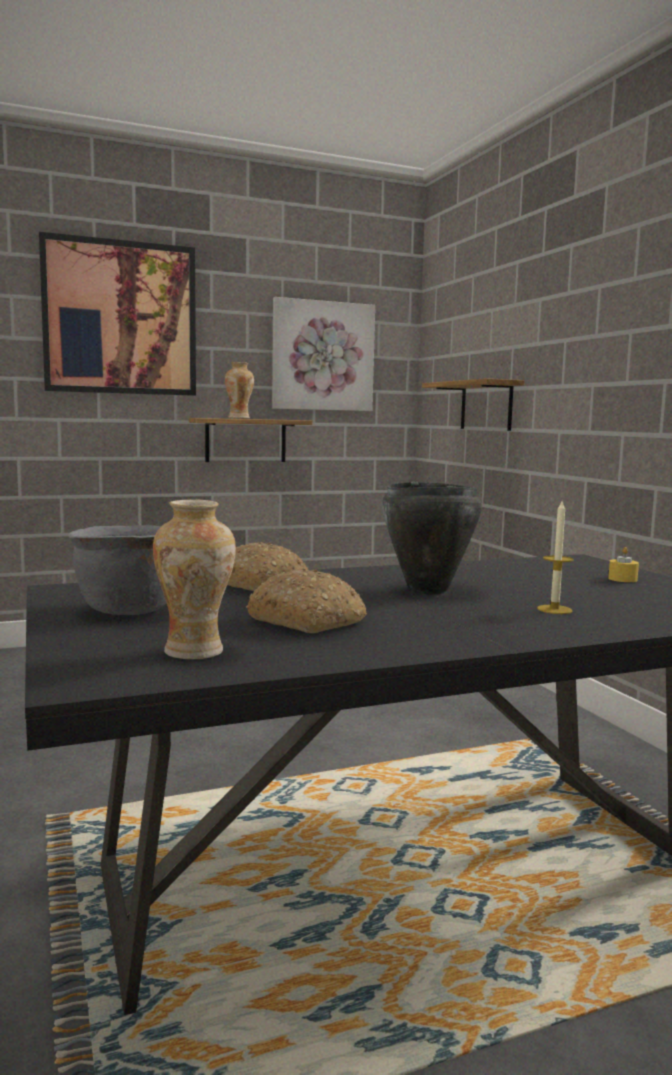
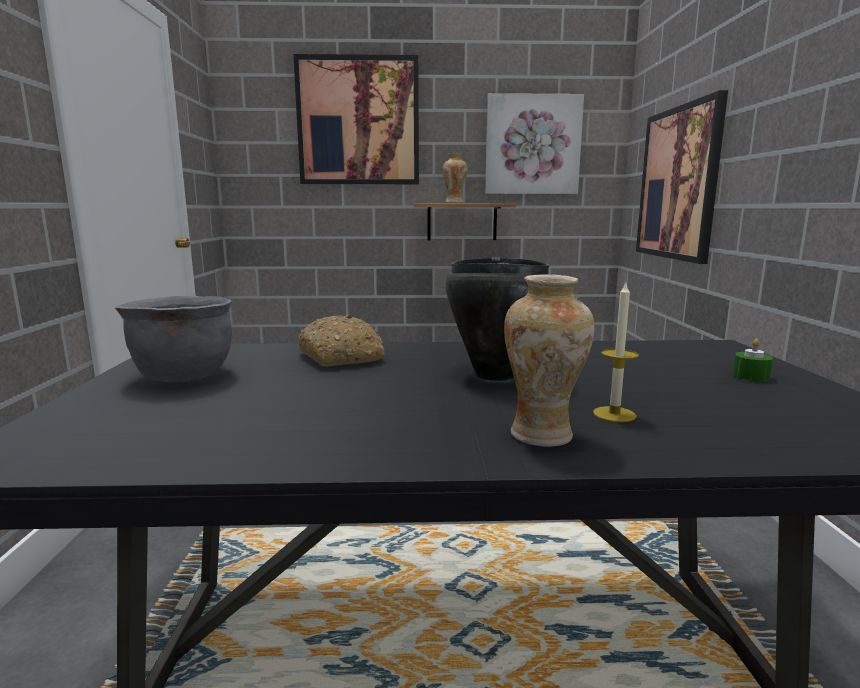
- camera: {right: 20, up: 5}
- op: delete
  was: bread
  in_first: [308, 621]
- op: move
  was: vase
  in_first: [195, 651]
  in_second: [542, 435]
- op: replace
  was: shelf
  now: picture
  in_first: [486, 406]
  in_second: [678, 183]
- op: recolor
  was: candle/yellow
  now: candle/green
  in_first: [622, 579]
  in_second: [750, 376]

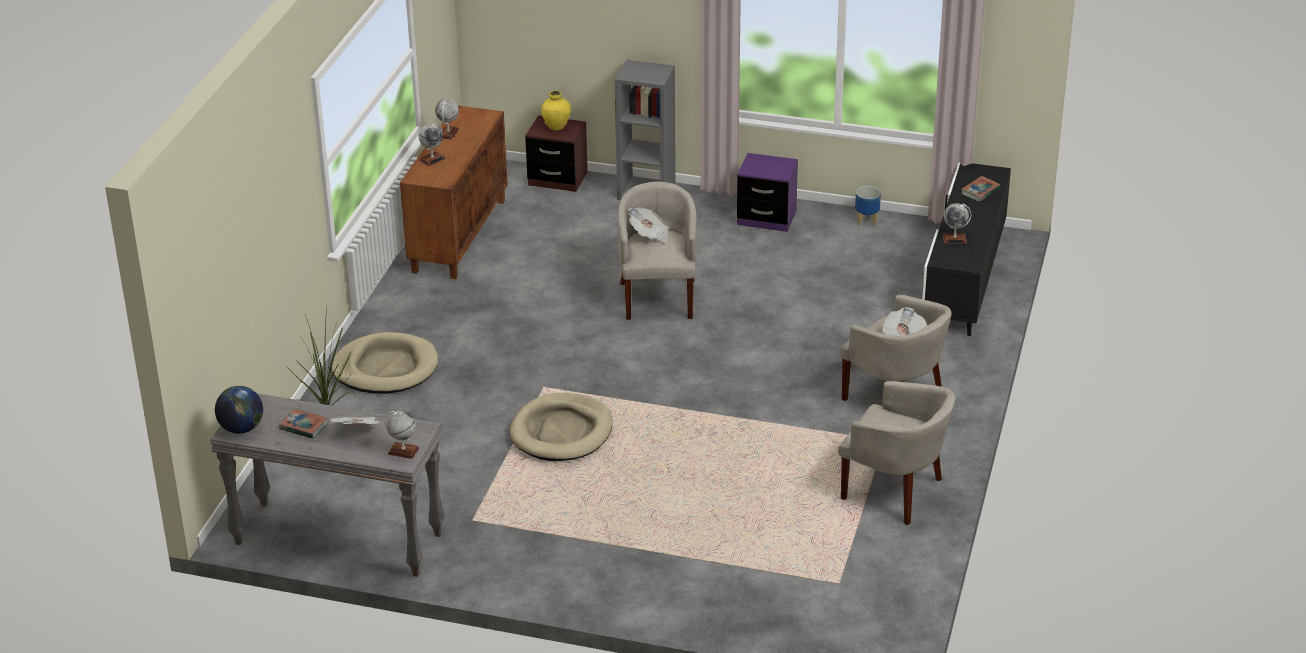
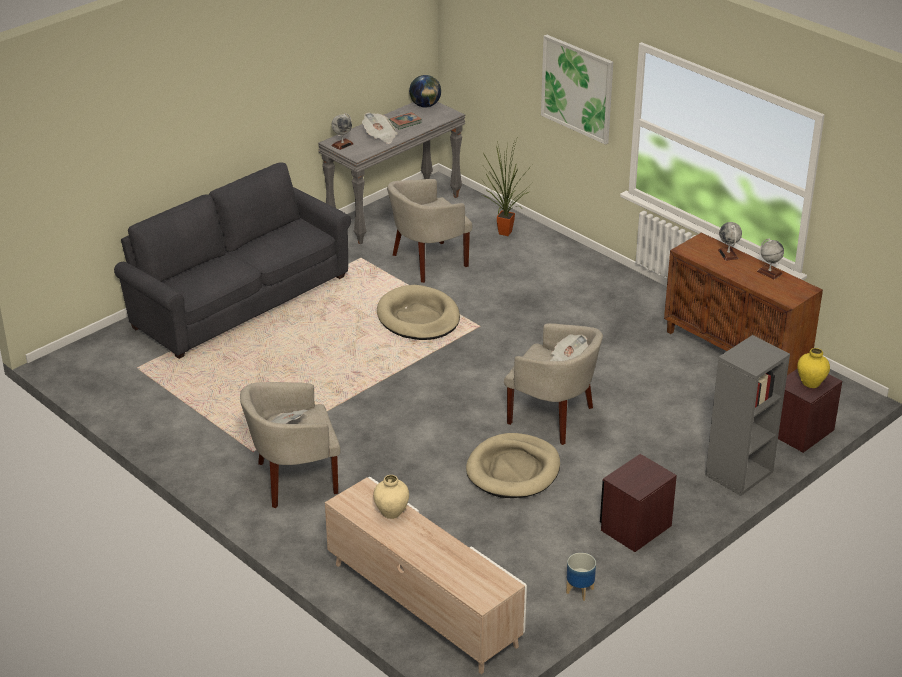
- camera: {right: 120, up: 0}
- op: delete
  was: book
  in_first: [980, 191]
- op: insert
  now: sofa/grey
  in_second: [237, 299]
- op: insert
  now: picture
  in_second: [577, 88]
- op: move
  was: dog bed/beige
  in_first: [385, 368]
  in_second: [513, 470]
- op: move
  was: armchair/beige
  in_first: [895, 492]
  in_second: [427, 262]
- op: replace
  was: globe
  now: vase/beige
  in_first: [954, 239]
  in_second: [391, 512]
- op: recolor
  was: nightstand/purple
  now: nightstand/brown
  in_first: [766, 218]
  in_second: [635, 528]
- op: recolor
  was: tv stand/black
  now: tv stand/beige
  in_first: [963, 280]
  in_second: [424, 605]

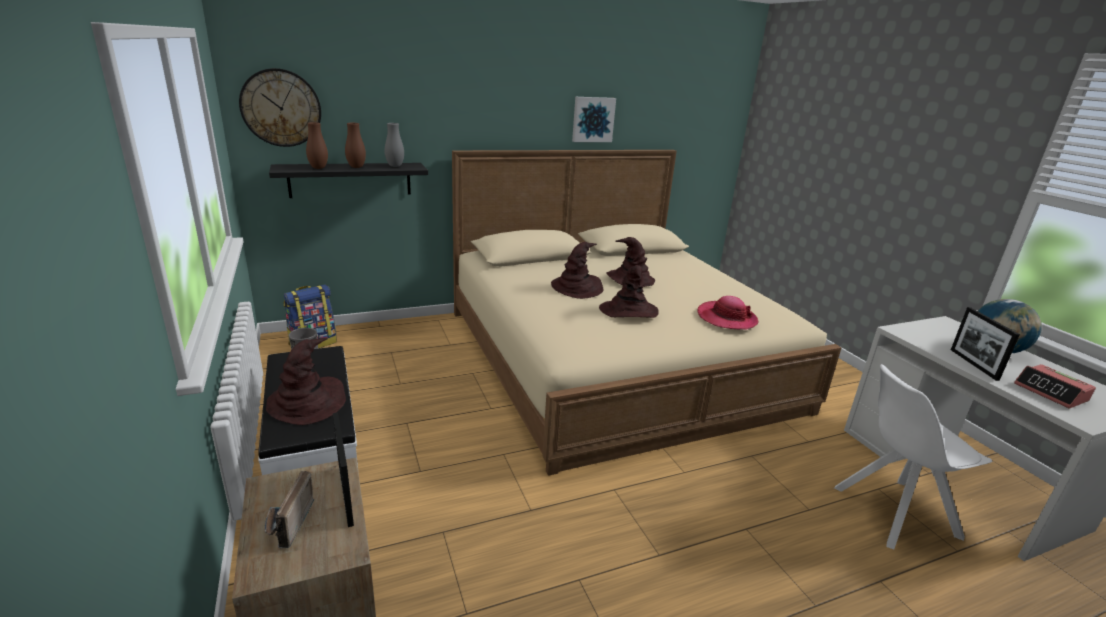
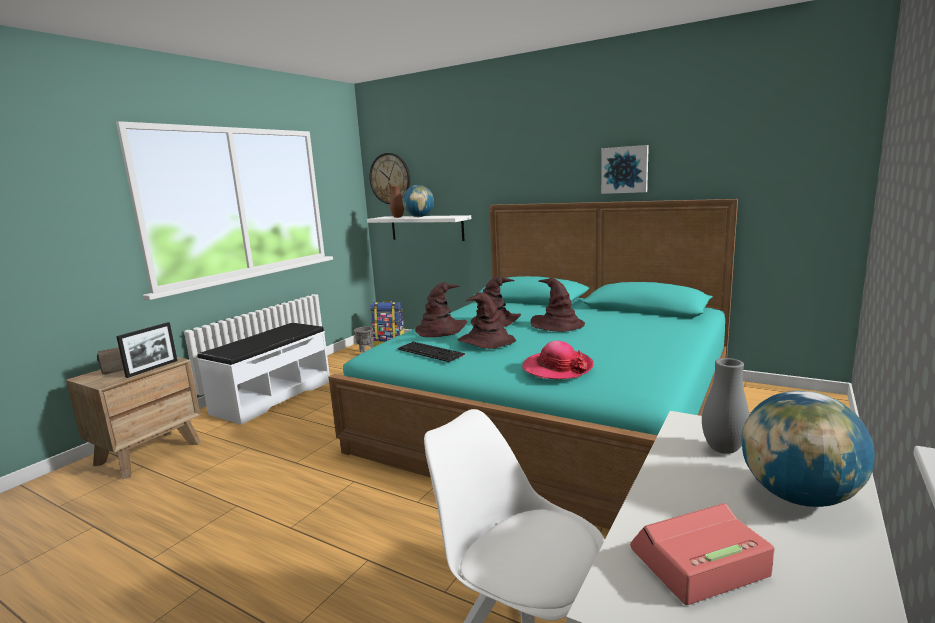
- camera: {right: 55, up: -10}
- op: delete
  was: picture frame
  in_first: [973, 364]
- op: insert
  now: keyboard
  in_second: [431, 352]
- op: move
  was: hat/brown
  in_first: [307, 402]
  in_second: [441, 329]
- op: move
  was: vase/grey
  in_first: [395, 166]
  in_second: [723, 449]
- op: replace
  was: vase/brown
  now: globe
  in_first: [356, 167]
  in_second: [419, 217]
- op: recolor
  was: shelf/black
  now: shelf/white
  in_first: [350, 179]
  in_second: [426, 228]
- op: recolor
  was: bed/beige
  now: bed/turquoise
  in_first: [614, 357]
  in_second: [552, 412]
- op: rotate
  was: alarm clock
  in_first: [1051, 392]
  in_second: [698, 563]
  clockwise: 45

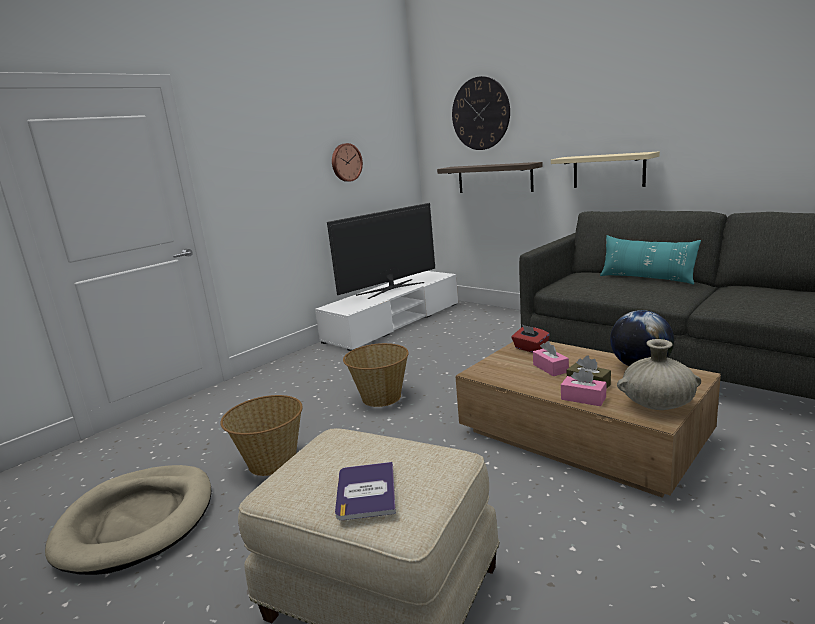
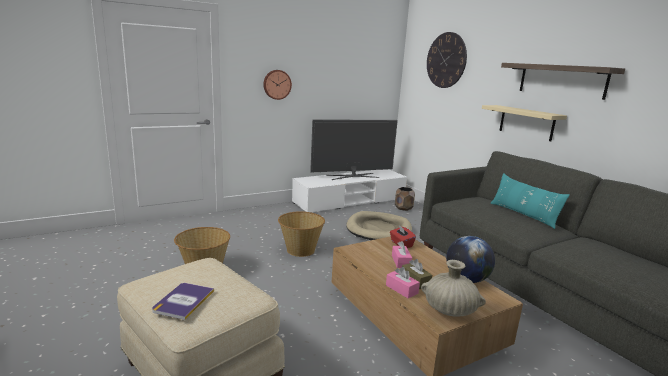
- camera: {right: 15, up: 0}
- op: insert
  now: planter/brown
  in_second: [403, 208]
- op: move
  was: dog bed/beige
  in_first: [137, 521]
  in_second: [379, 230]
- op: move
  was: wall clock
  in_first: [346, 162]
  in_second: [277, 84]
- op: move
  was: shelf
  in_first: [494, 178]
  in_second: [561, 80]

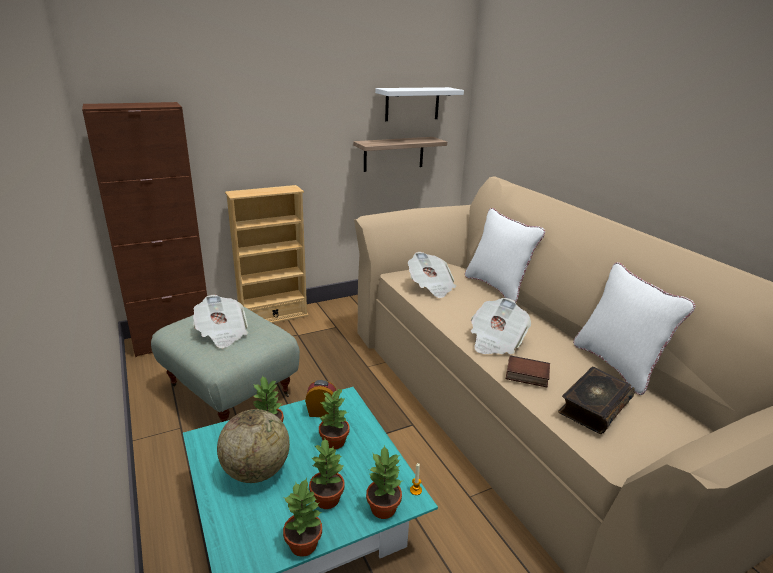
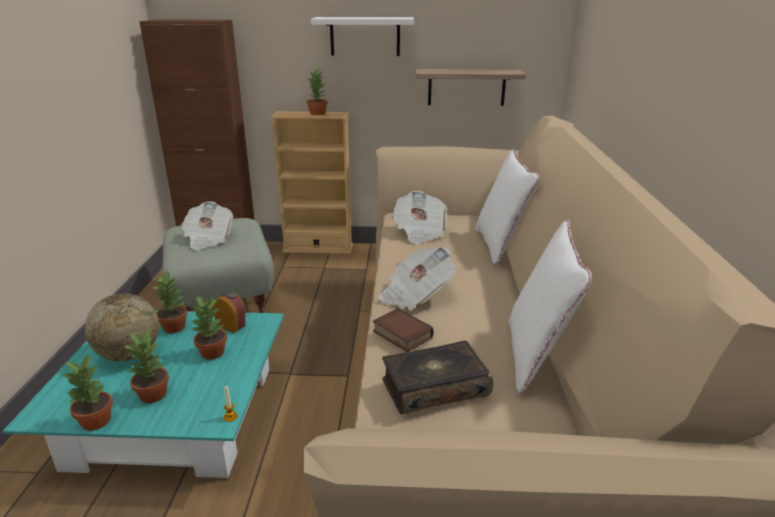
- camera: {right: 30, up: 0}
- op: move
  was: potted plant
  in_first: [384, 508]
  in_second: [318, 113]
- op: move
  was: shelf/white
  in_first: [412, 104]
  in_second: [365, 36]

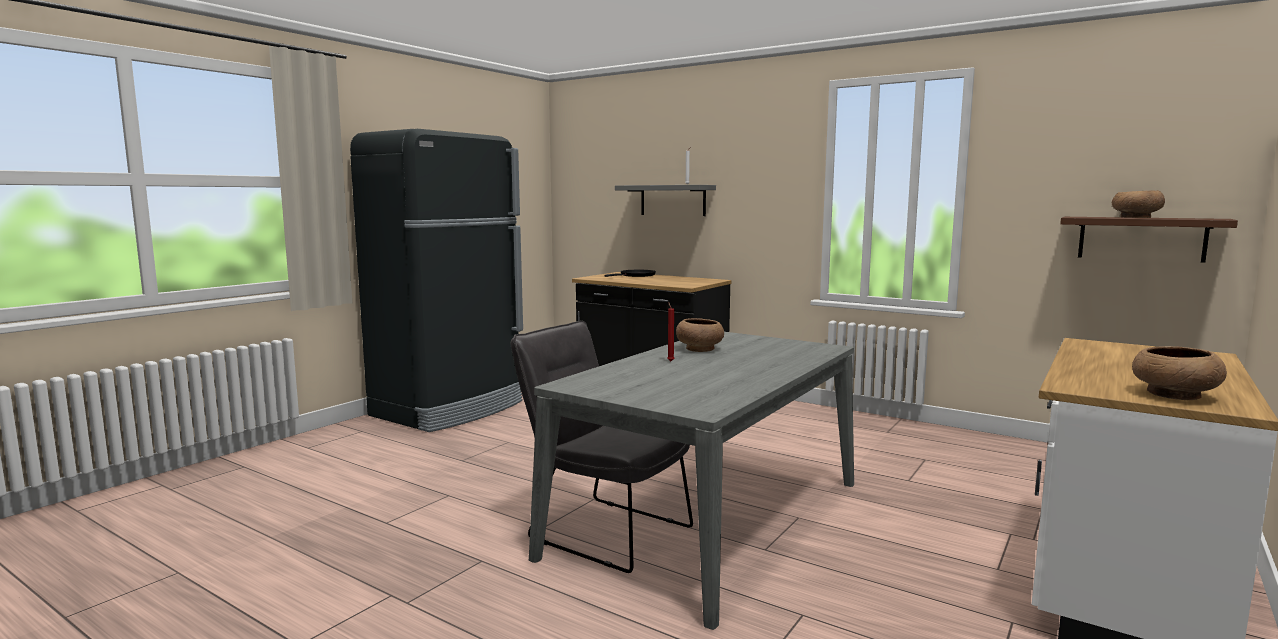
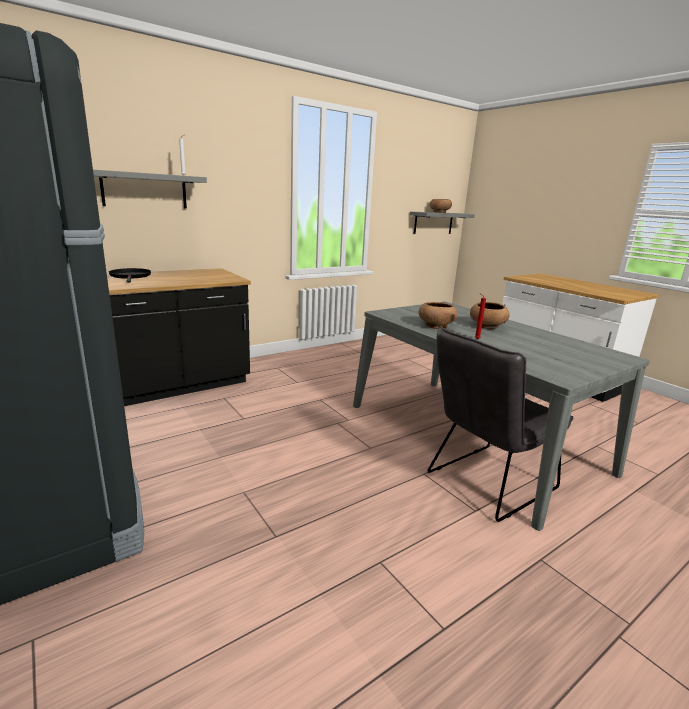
- camera: {right: -70, up: 10}
- op: move
  was: bowl/brown
  in_first: [1173, 395]
  in_second: [487, 326]
- op: recolor
  was: shelf/brown
  now: shelf/grey
  in_first: [1141, 238]
  in_second: [433, 223]

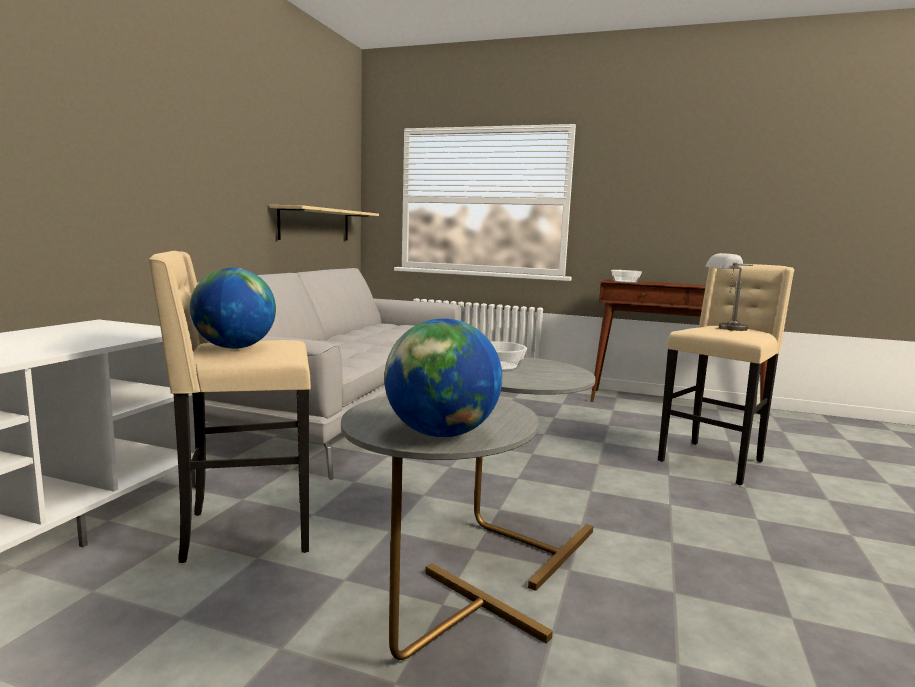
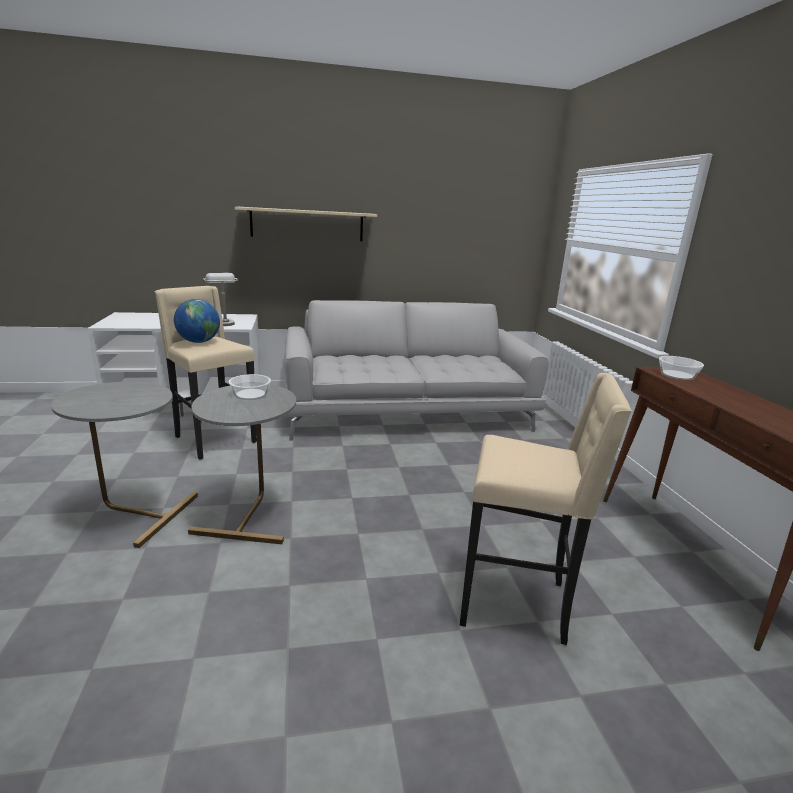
- camera: {right: 60, up: 10}
- op: delete
  was: globe
  in_first: [441, 434]
- op: move
  was: shelf/beige
  in_first: [315, 224]
  in_second: [307, 224]
- op: move
  was: table lamp/grey
  in_first: [724, 328]
  in_second: [223, 322]

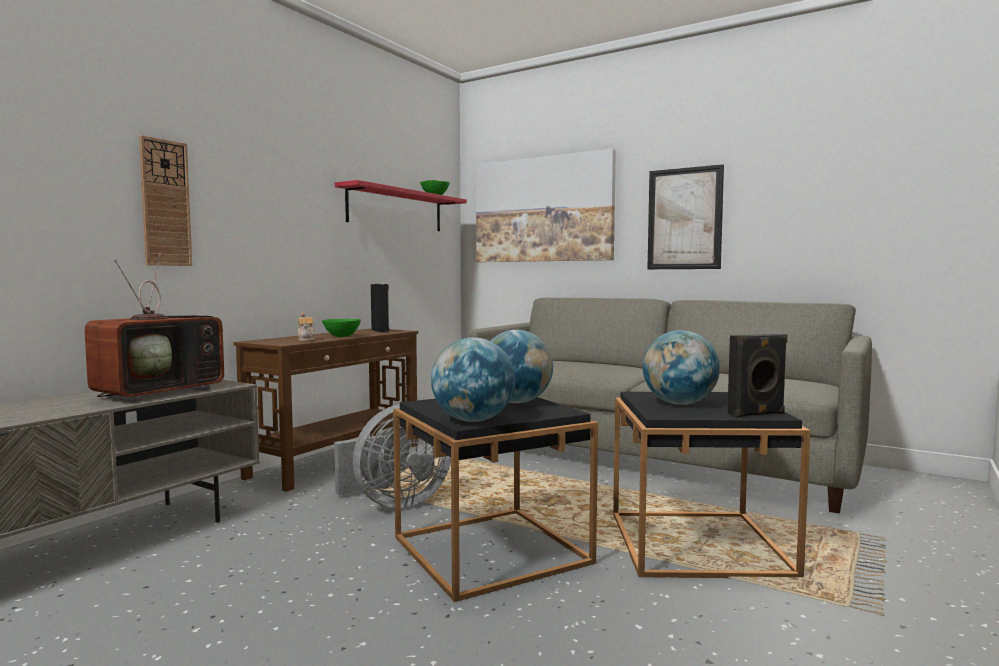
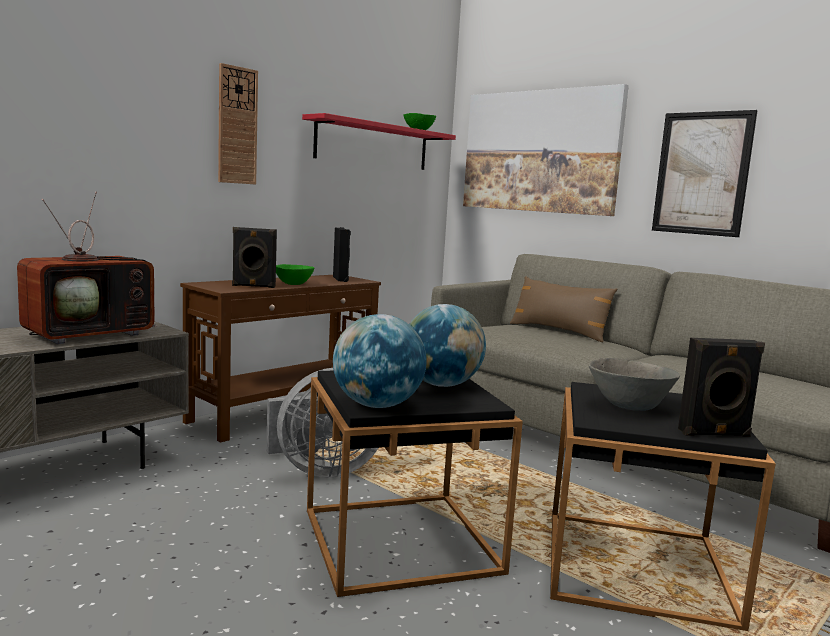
- camera: {right: 10, up: 5}
- op: insert
  now: pillow/brown
  in_second: [559, 331]
- op: move
  was: wall clock
  in_first: [165, 203]
  in_second: [237, 126]
- op: replace
  was: teapot
  now: speaker/black
  in_first: [306, 340]
  in_second: [253, 286]
- op: replace
  was: globe
  now: bowl/grey
  in_first: [679, 404]
  in_second: [629, 407]

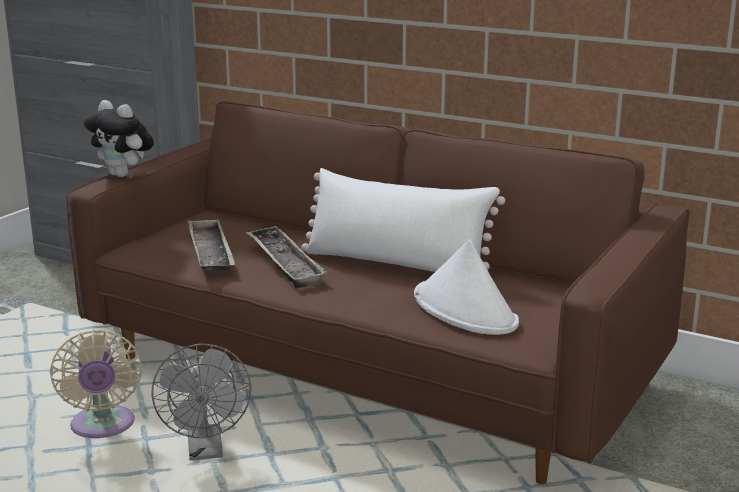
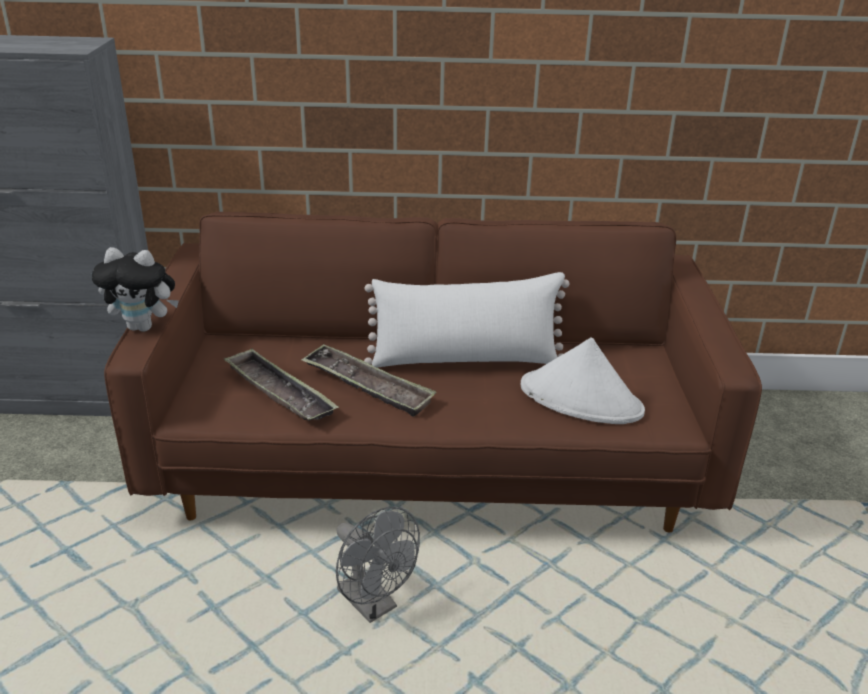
- camera: {right: -30, up: 10}
- op: delete
  was: fan/beige
  in_first: [102, 428]

